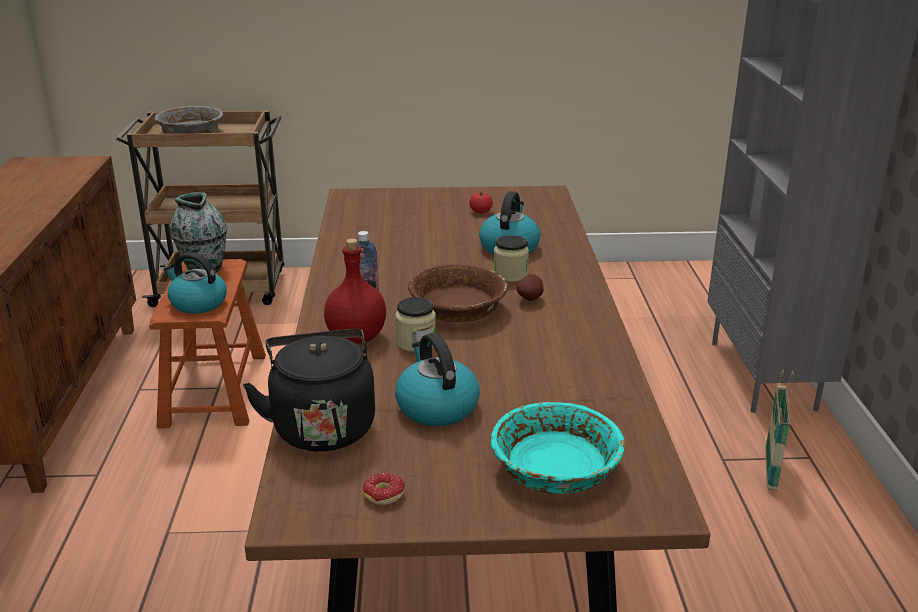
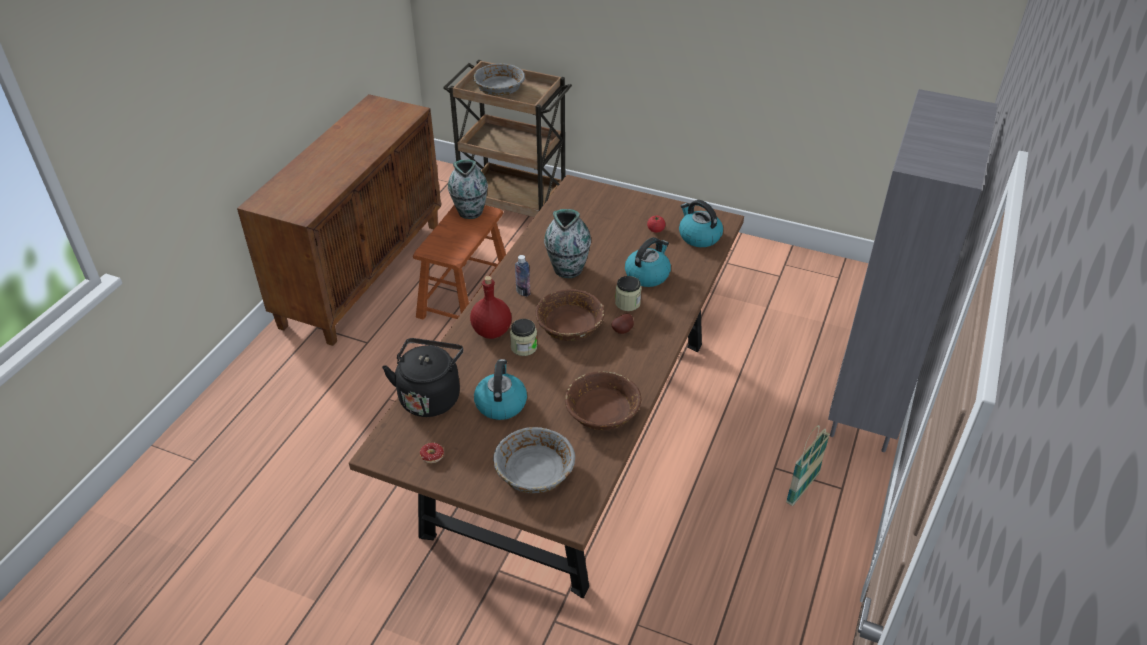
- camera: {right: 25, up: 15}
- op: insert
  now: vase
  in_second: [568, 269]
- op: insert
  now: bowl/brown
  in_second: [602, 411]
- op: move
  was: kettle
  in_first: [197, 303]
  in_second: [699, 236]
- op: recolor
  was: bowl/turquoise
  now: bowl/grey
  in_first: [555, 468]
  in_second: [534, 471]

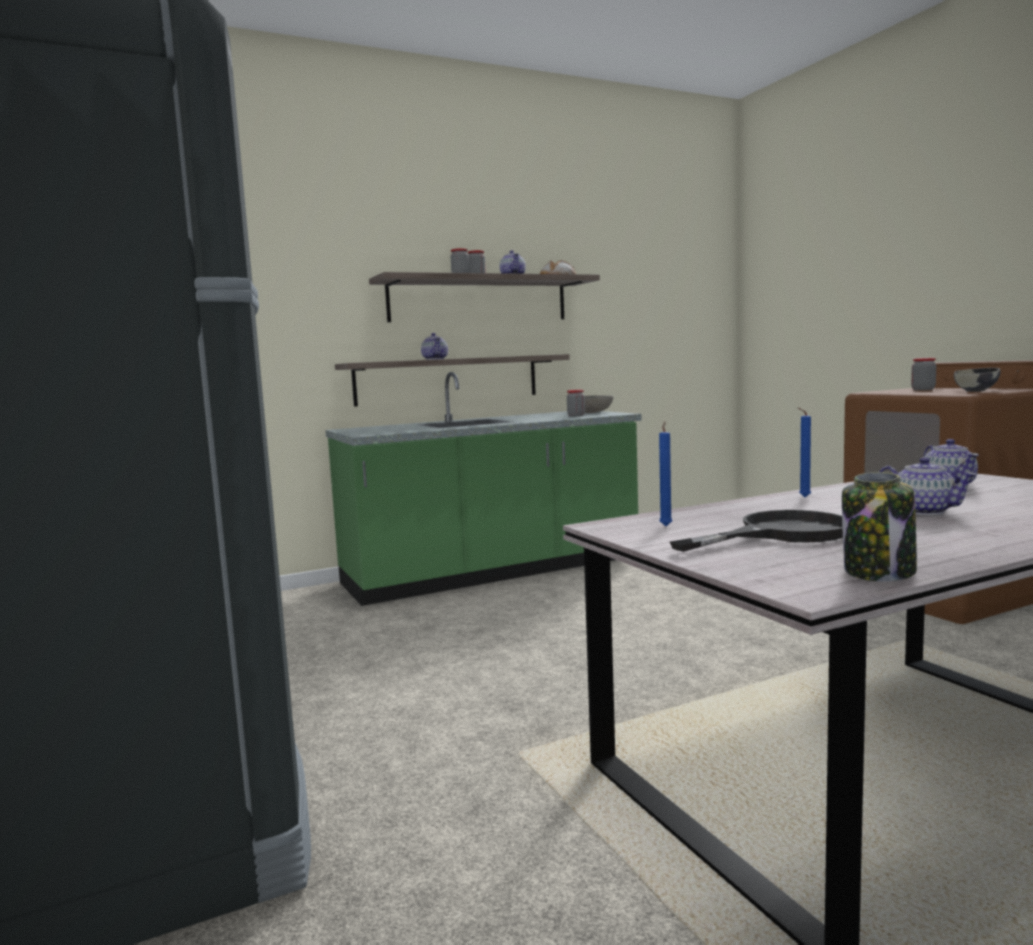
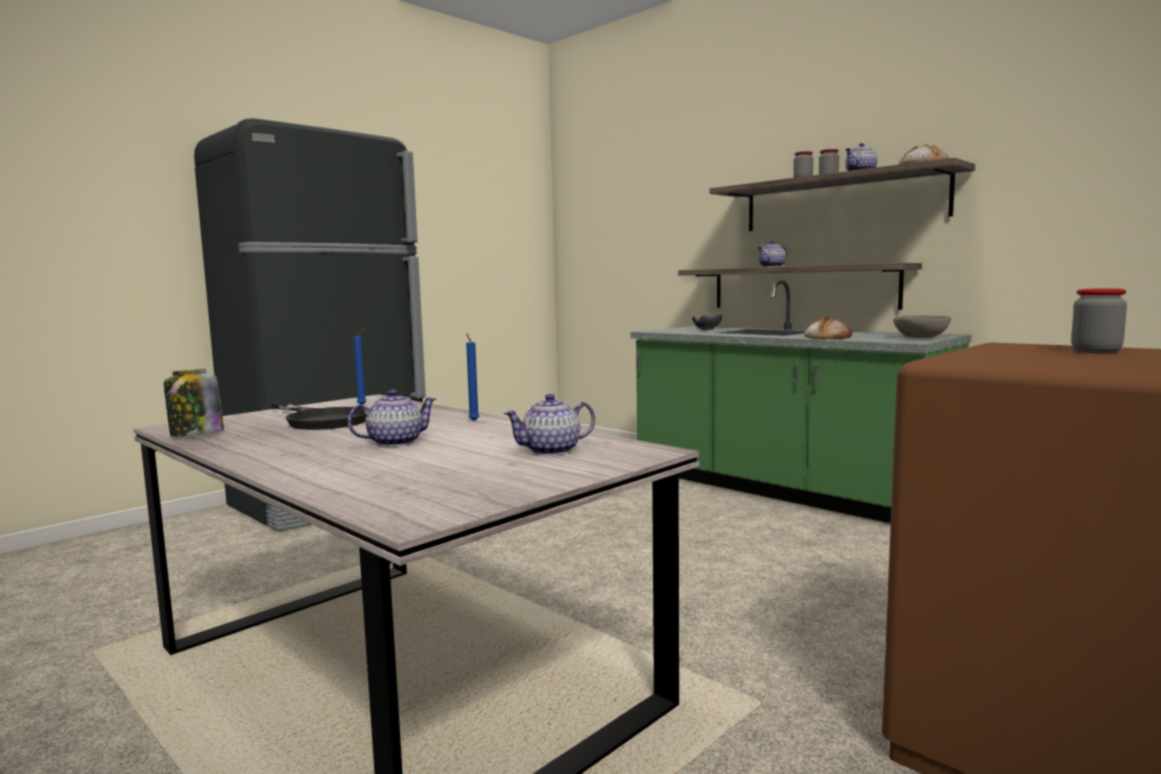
- camera: {right: 70, up: 0}
- op: delete
  was: jar
  in_first: [576, 415]
- op: insert
  now: bread
  in_second: [827, 337]
- op: move
  was: bowl
  in_first: [976, 391]
  in_second: [707, 330]
- op: rotate
  was: teapot
  in_first: [922, 511]
  in_second: [394, 442]
  clockwise: -150

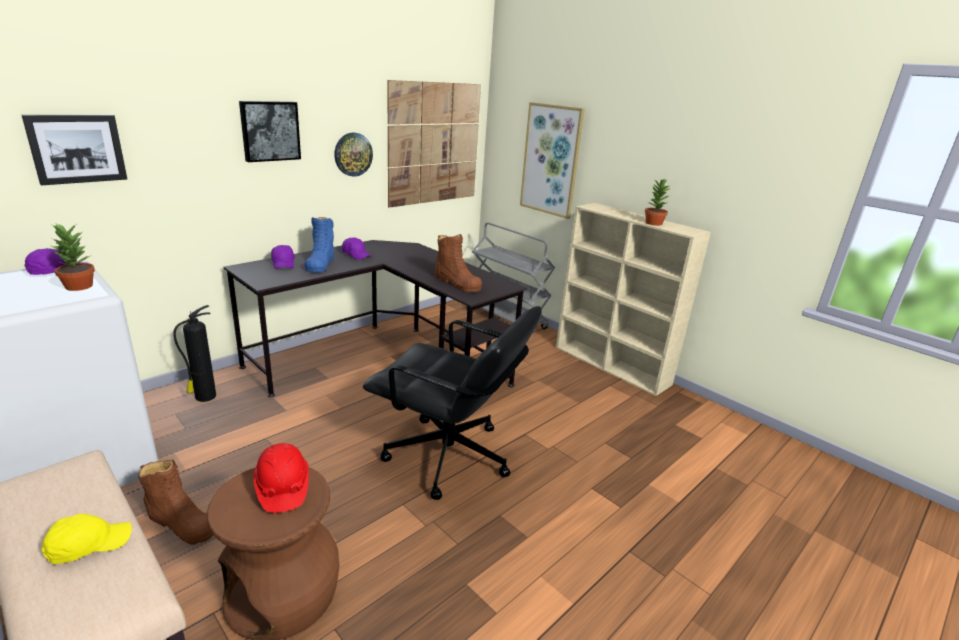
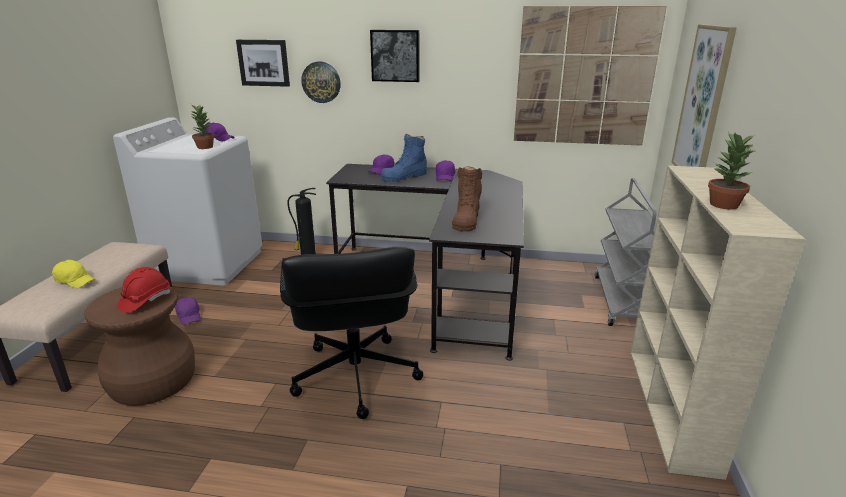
- camera: {right: 55, up: 0}
- op: move
  was: wall clock
  in_first: [353, 154]
  in_second: [321, 82]
- op: replace
  was: boot/brown
  now: cap/purple
  in_first: [181, 523]
  in_second: [189, 316]

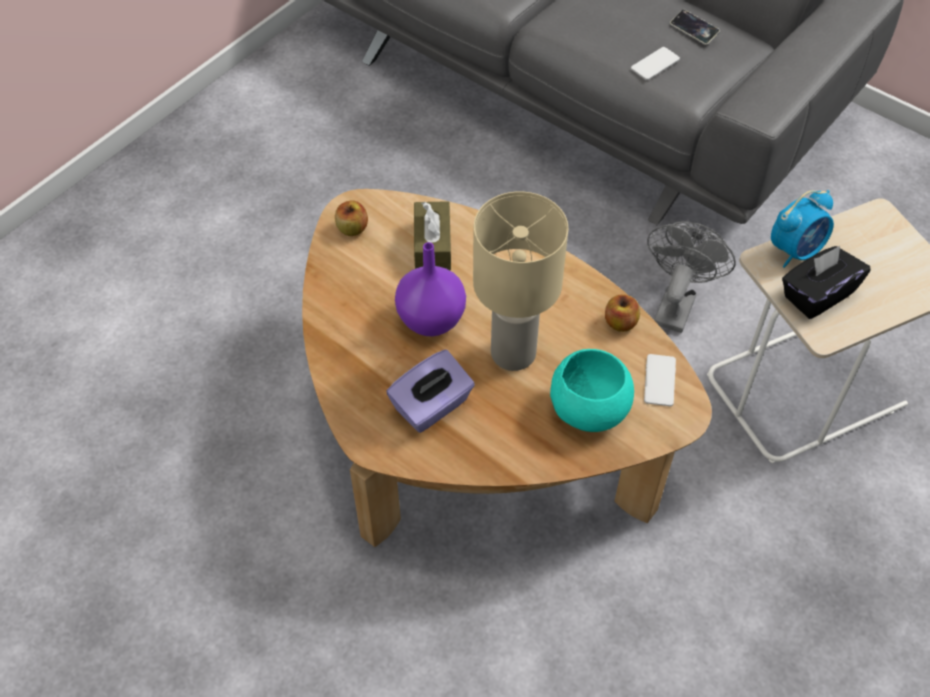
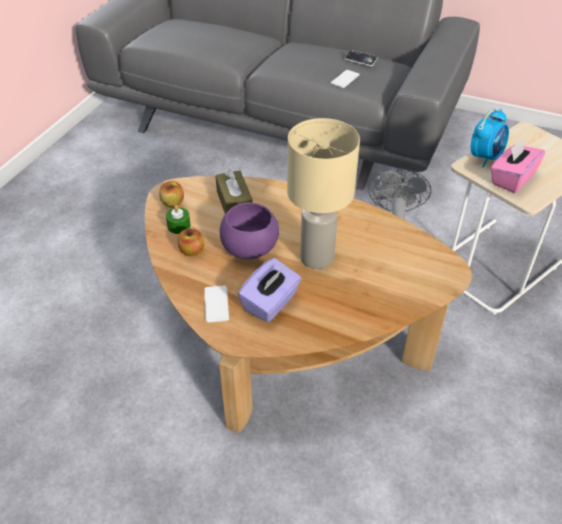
- camera: {right: -15, up: -10}
- op: delete
  was: bowl/turquoise
  in_first: [589, 407]
- op: insert
  now: candle/green
  in_second: [179, 226]
- op: move
  was: apple
  in_first: [620, 323]
  in_second: [192, 251]
- op: move
  was: phone
  in_first: [659, 380]
  in_second: [216, 304]
- op: replace
  was: vase/purple
  now: bowl/purple
  in_first: [431, 321]
  in_second: [250, 249]
- op: recolor
  was: tissue box/black
  now: tissue box/pink
  in_first: [817, 295]
  in_second: [512, 179]

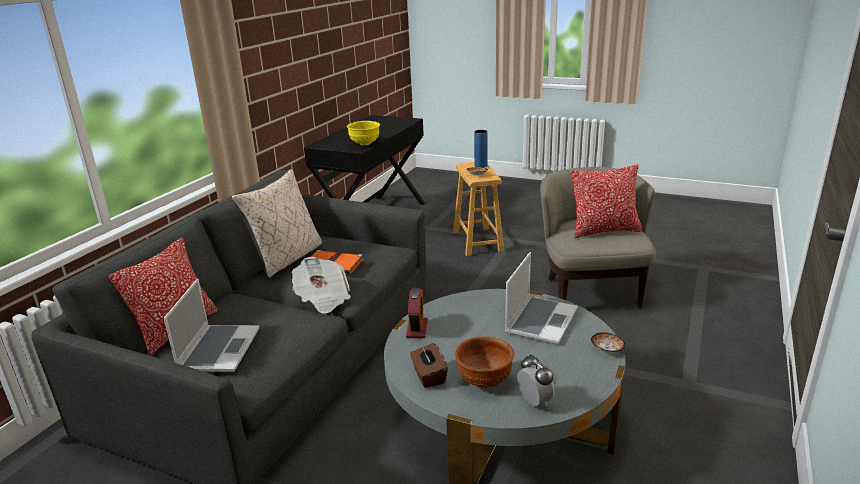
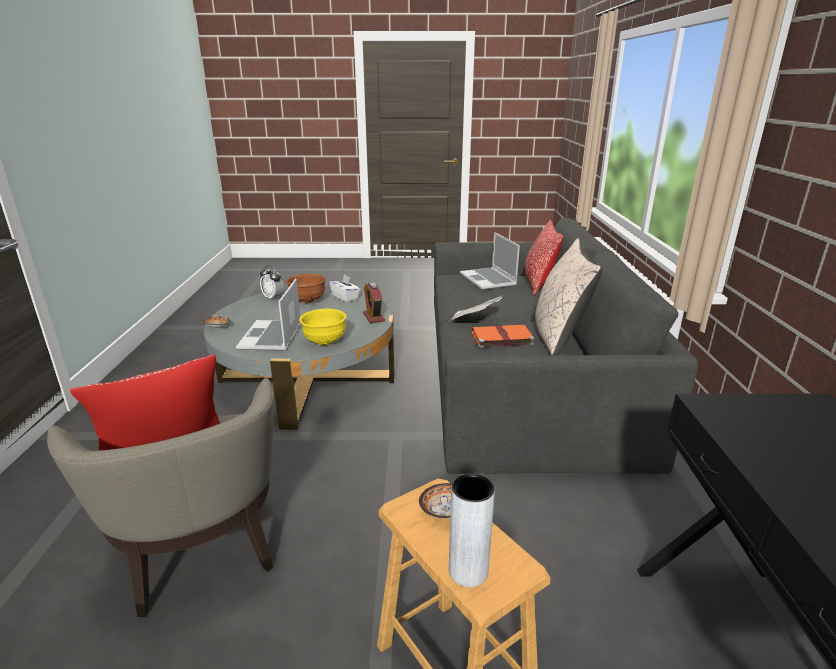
- camera: {right: 155, up: 0}
- op: move
  was: bowl/yellow
  in_first: [365, 144]
  in_second: [324, 341]
- op: recolor
  was: tissue box/brown
  now: tissue box/white
  in_first: [428, 376]
  in_second: [345, 298]
- op: recolor
  was: vase/blue
  now: vase/grey
  in_first: [480, 165]
  in_second: [468, 571]

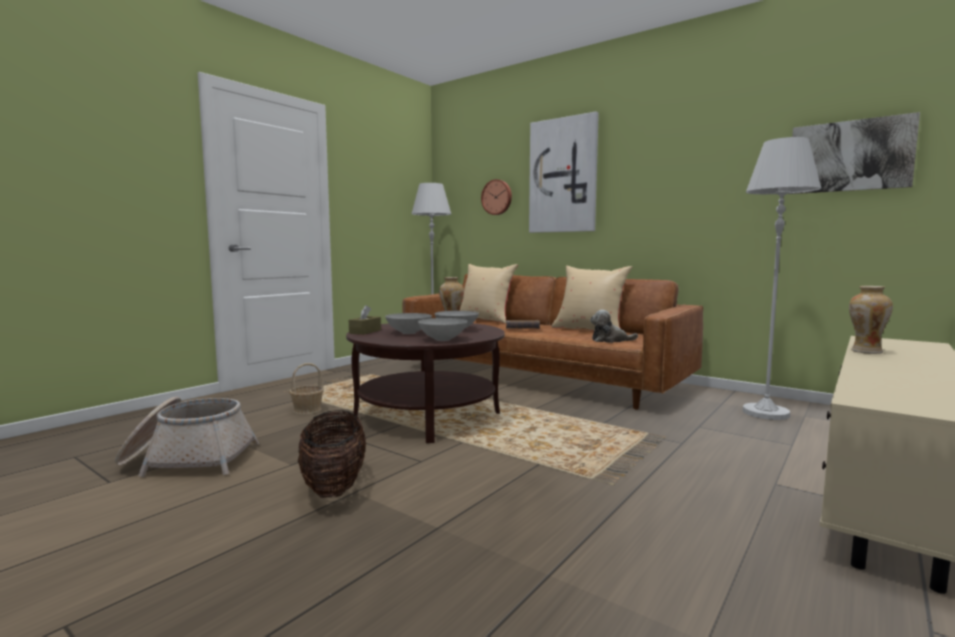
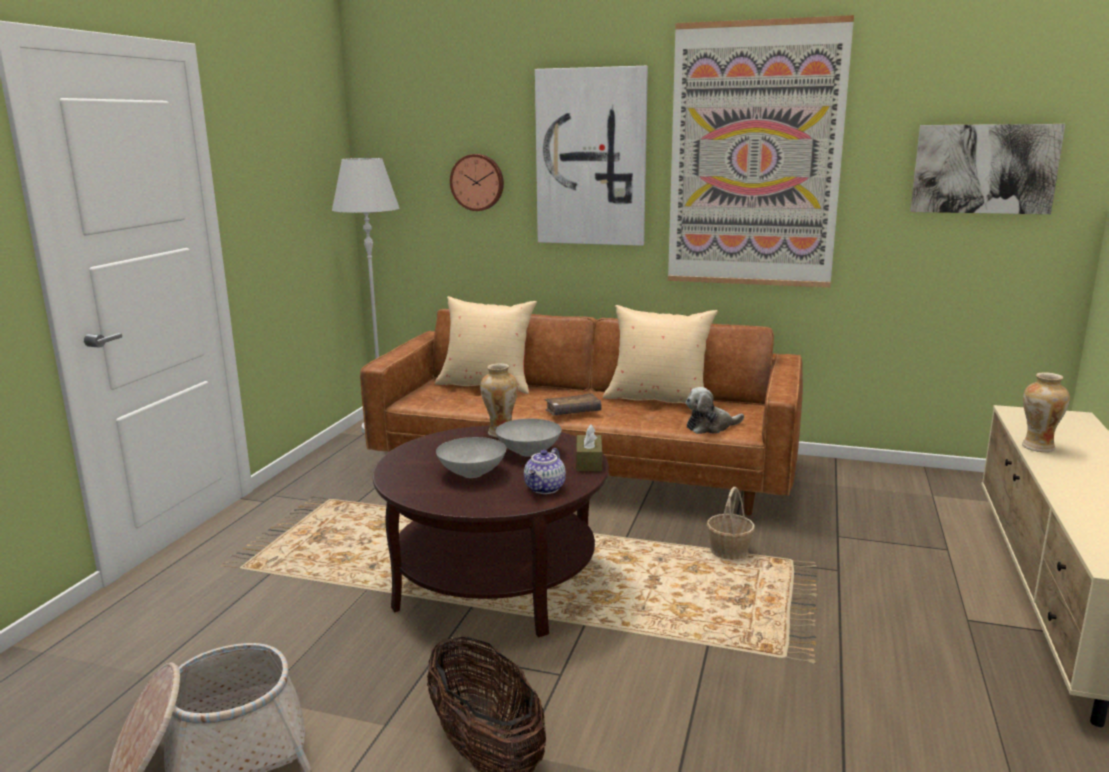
- camera: {right: -20, up: 10}
- op: delete
  was: floor lamp/white
  in_first: [765, 413]
- op: insert
  now: picture
  in_second: [754, 157]
- op: move
  was: basket
  in_first: [307, 410]
  in_second: [728, 552]
- op: move
  was: tissue box/brown
  in_first: [365, 331]
  in_second: [589, 462]
- op: replace
  was: bowl/grey
  now: teapot
  in_first: [443, 339]
  in_second: [545, 489]

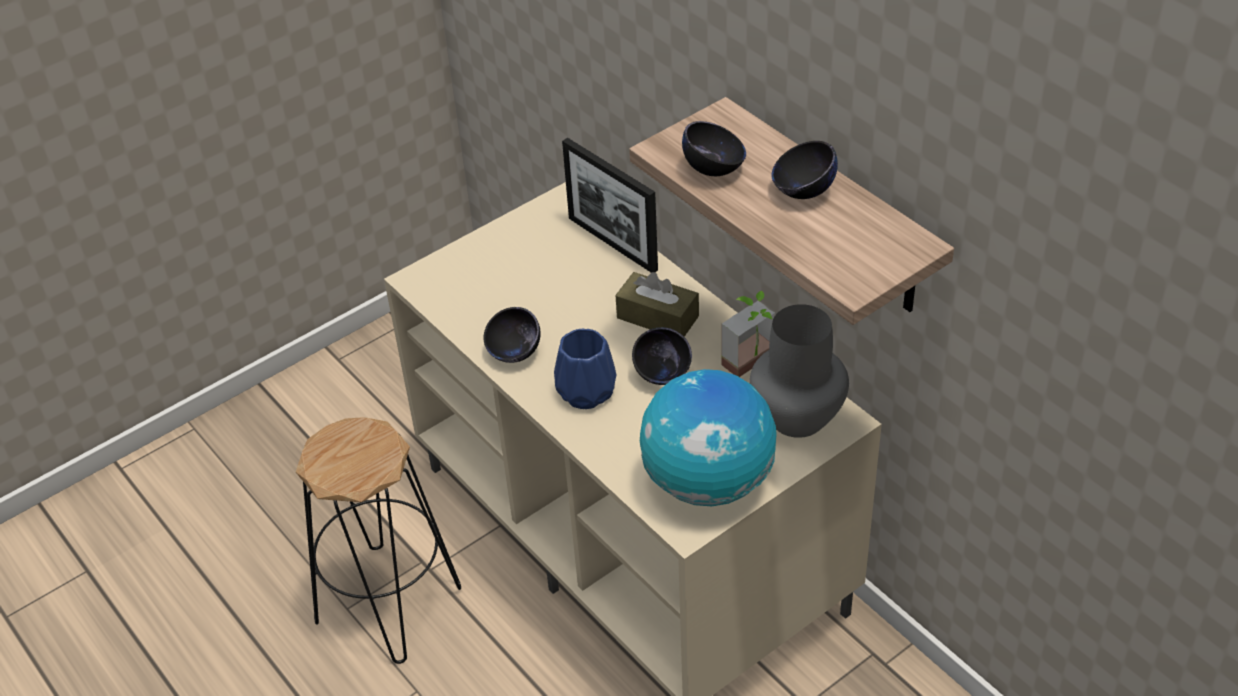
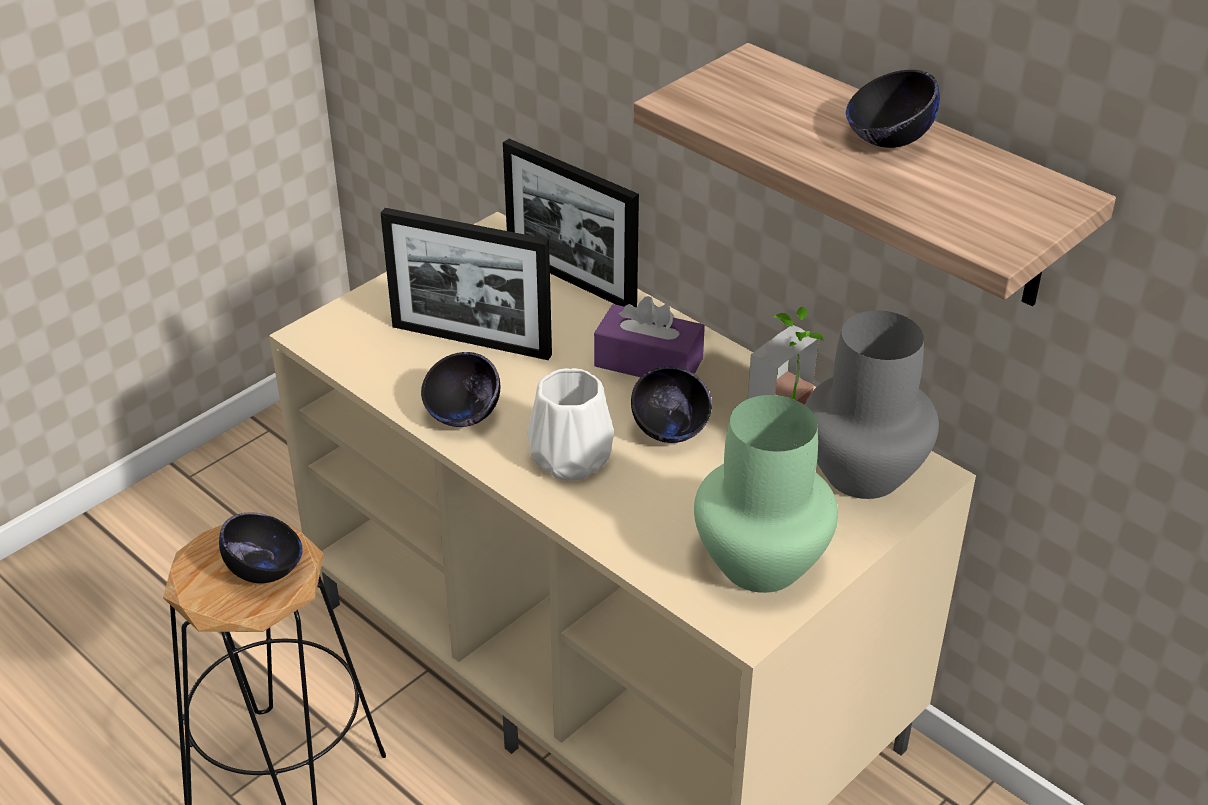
- camera: {right: -10, up: -5}
- op: insert
  now: picture frame
  in_second: [471, 340]
- op: move
  was: bowl/black
  in_first: [714, 169]
  in_second: [265, 570]
- op: replace
  was: globe
  now: vase/green
  in_first: [708, 482]
  in_second: [763, 564]
- op: recolor
  was: vase/blue
  now: vase/white
  in_first: [587, 392]
  in_second: [572, 459]
- op: recolor
  was: tissue box/brown
  now: tissue box/purple
  in_first: [657, 317]
  in_second: [648, 362]

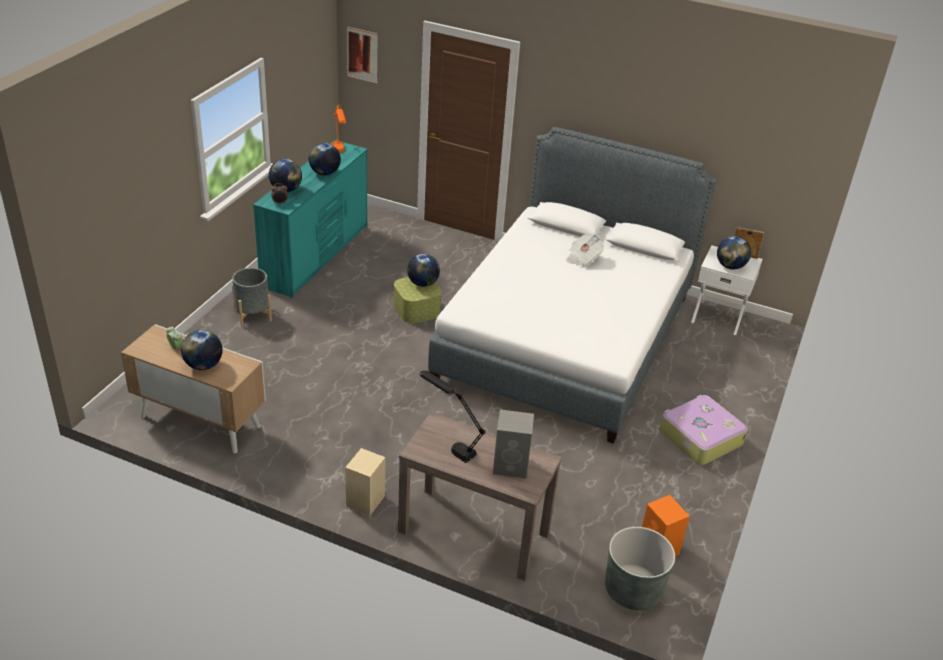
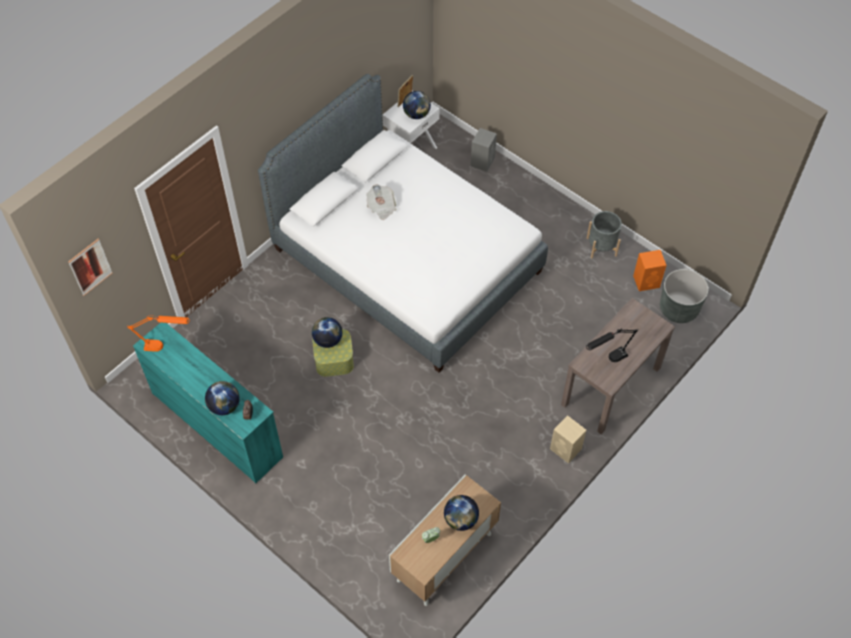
- camera: {right: -70, up: 20}
- op: delete
  was: globe
  in_first: [325, 173]
- op: delete
  was: suitcase
  in_first: [699, 437]
- op: move
  was: planter/grey
  in_first: [253, 315]
  in_second: [601, 246]
- op: move
  was: speaker/grey
  in_first: [511, 466]
  in_second: [483, 161]

